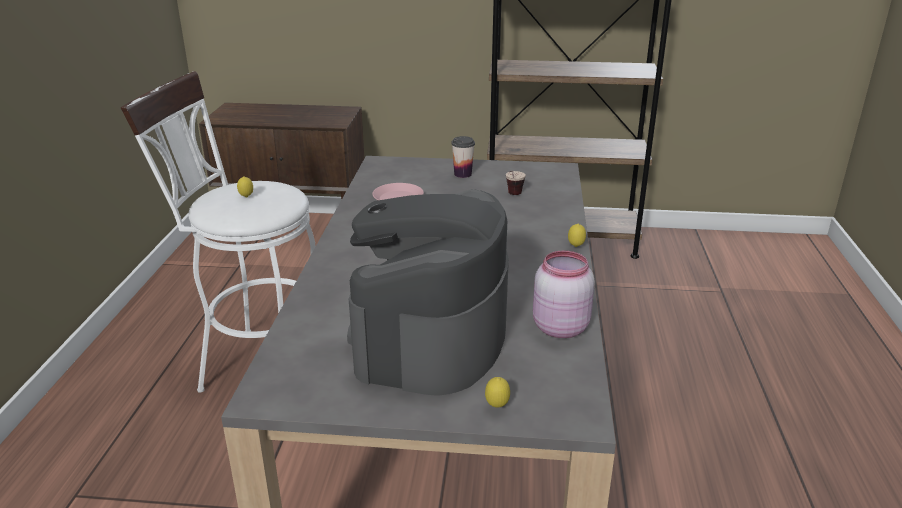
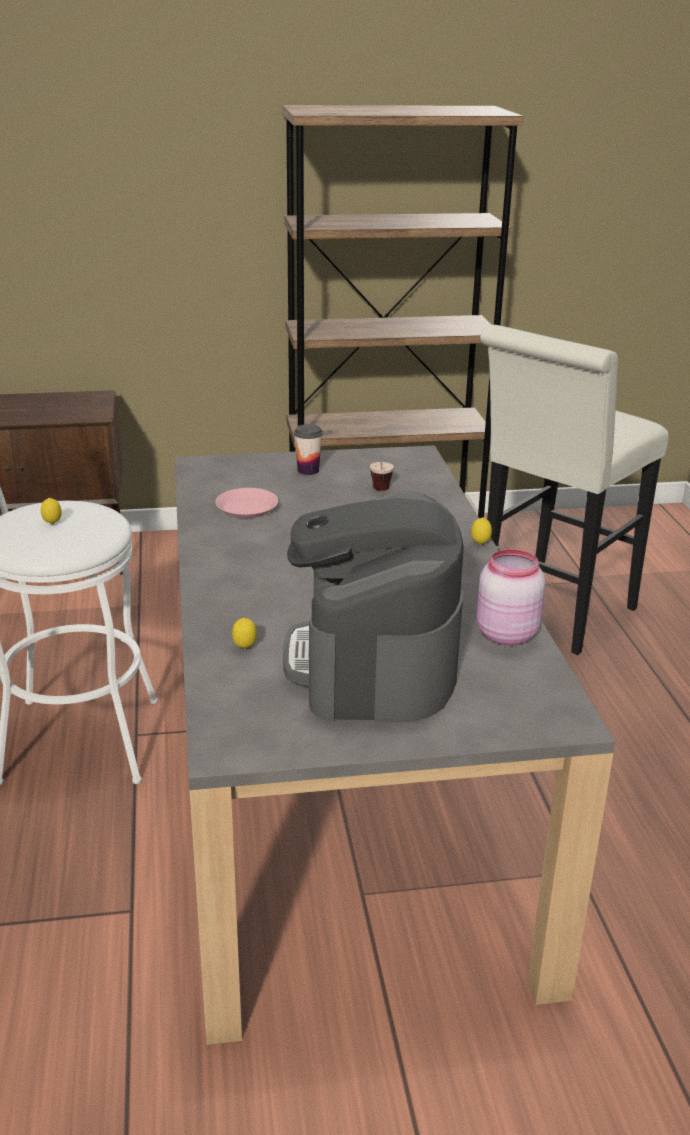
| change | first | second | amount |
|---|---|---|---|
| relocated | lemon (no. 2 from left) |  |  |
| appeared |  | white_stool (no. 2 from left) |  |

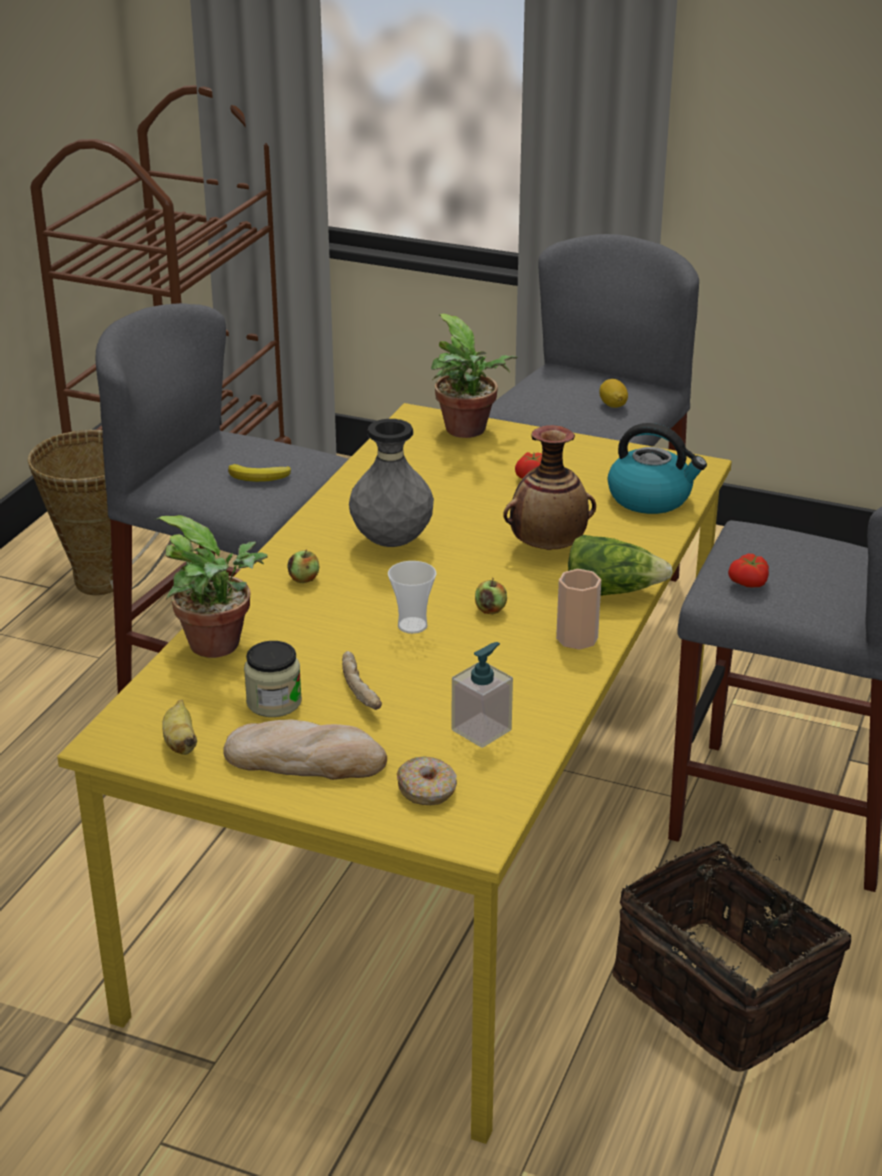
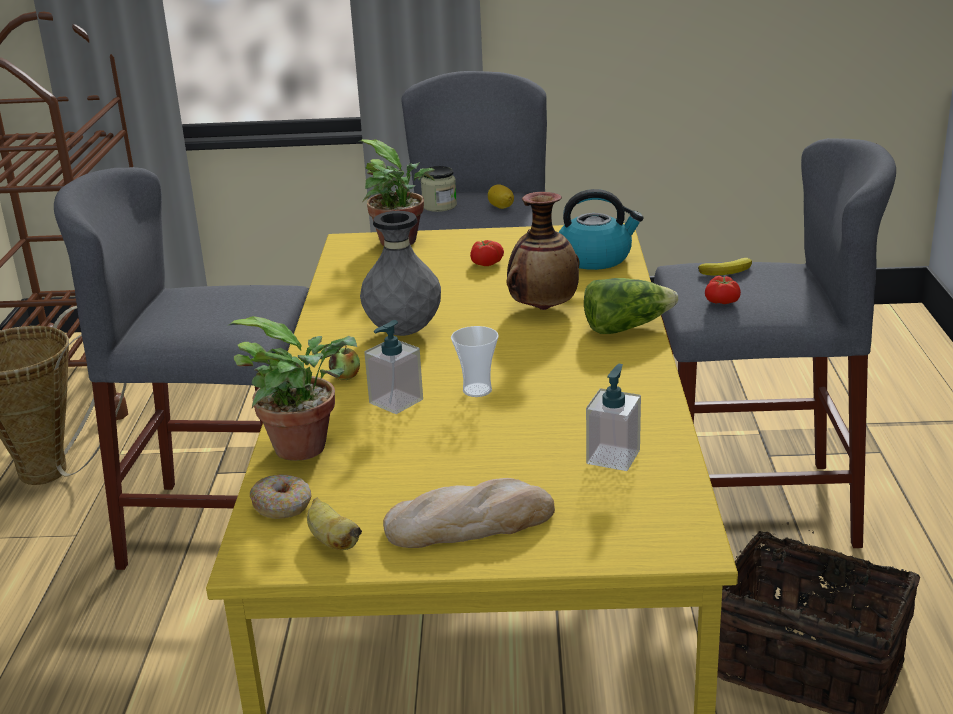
| change | first | second | amount |
|---|---|---|---|
| relocated | banana (no. 2 from left) |  |  |
| relocated | jar |  |  |
| missing | bread (no. 2 from left) |  |  |
| relocated | donut |  |  |
| missing | apple (no. 2 from left) |  |  |
| missing | cup (no. 2 from left) |  |  |
| appeared |  | soap_dispenser (no. 1 from left) |  |

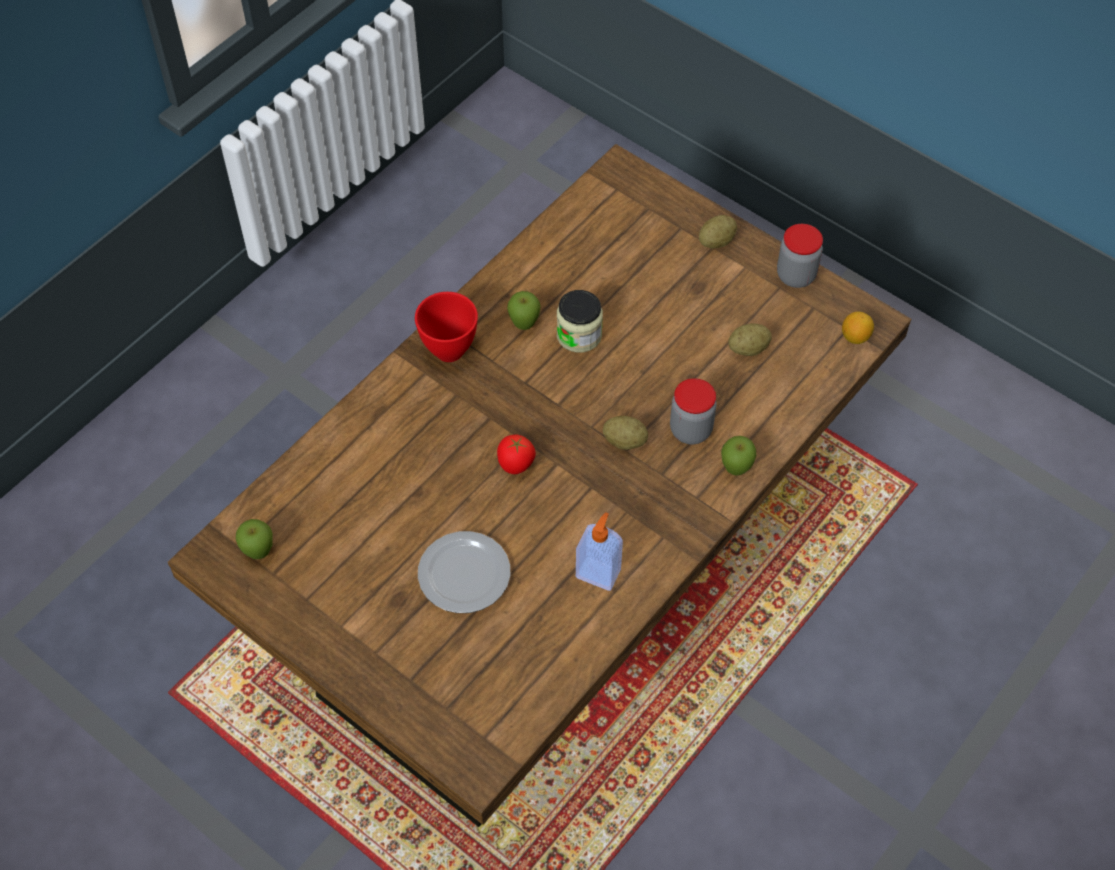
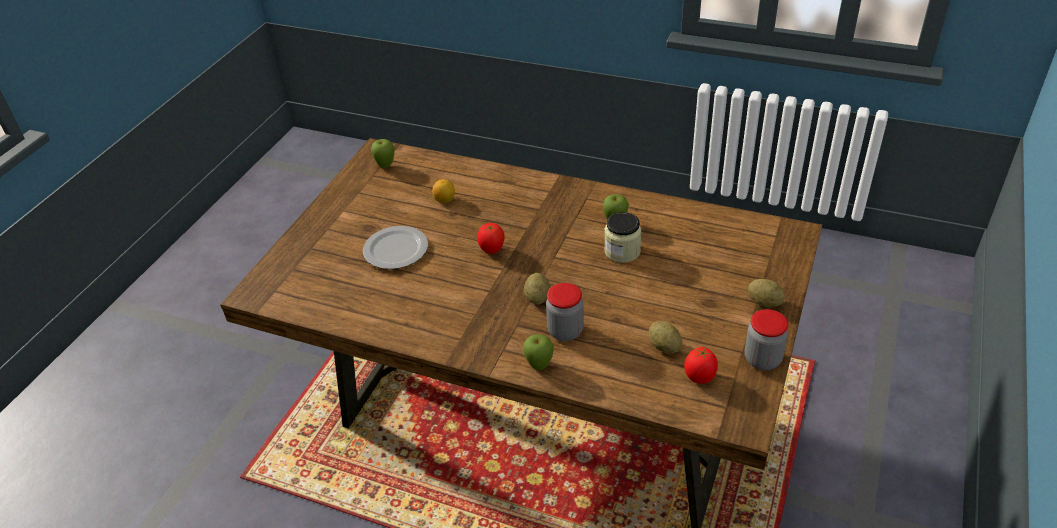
| change | first | second | amount |
|---|---|---|---|
| missing | red_bowl |  |  |
| missing | soap_dispenser |  |  |
| relocated | lemon |  |  |
| appeared |  | tomato (no. 2 from left) |  |

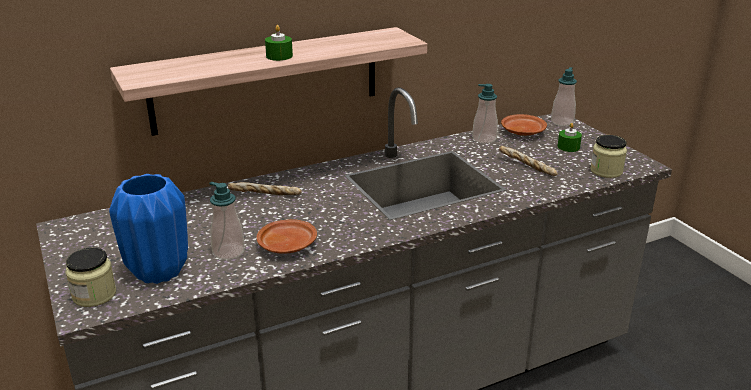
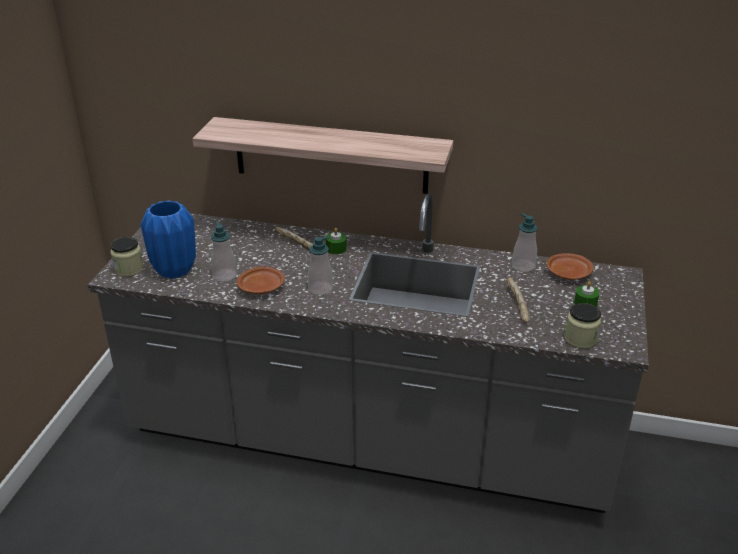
| change | first | second | amount |
|---|---|---|---|
| relocated | green_candle (no. 1 from left) |  |  |
| relocated | soap_dispenser (no. 3 from left in the first image) | soap_dispenser (no. 2 from left) |  |

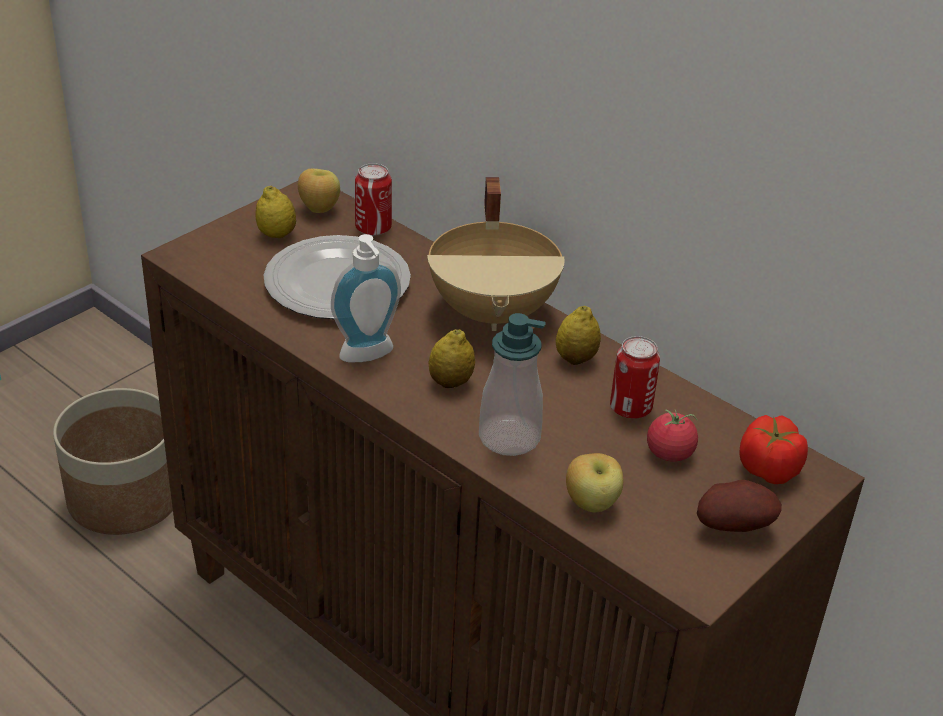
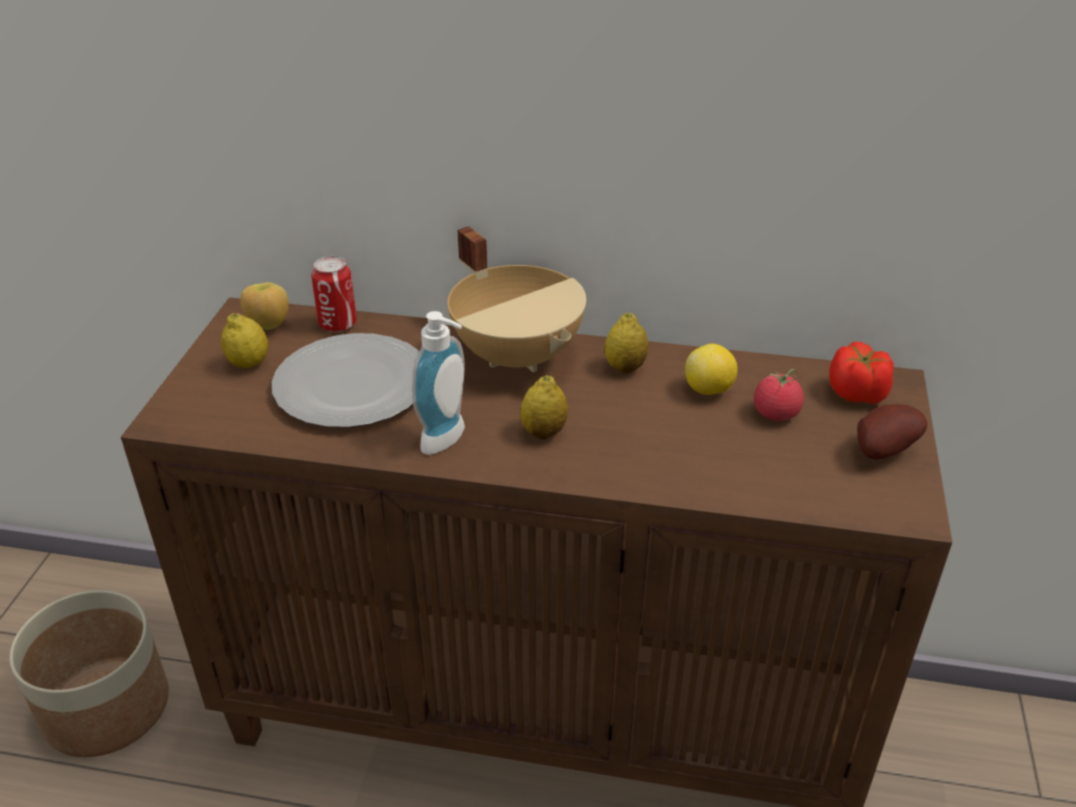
| change | first | second | amount |
|---|---|---|---|
| missing | soap_dispenser (no. 2 from left) |  |  |
| missing | apple (no. 2 from left) |  |  |
| exchanged | can (no. 2 from left) | lemon (no. 4 from left) |  |

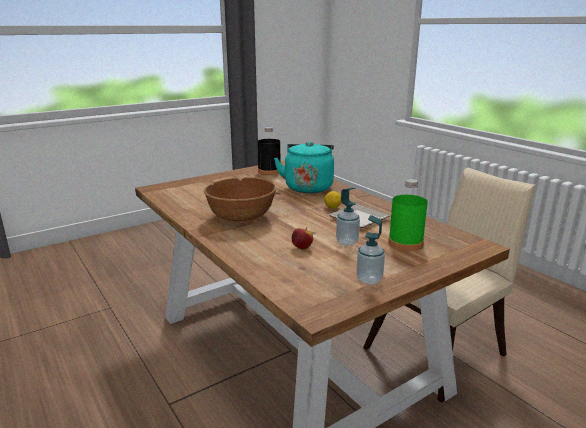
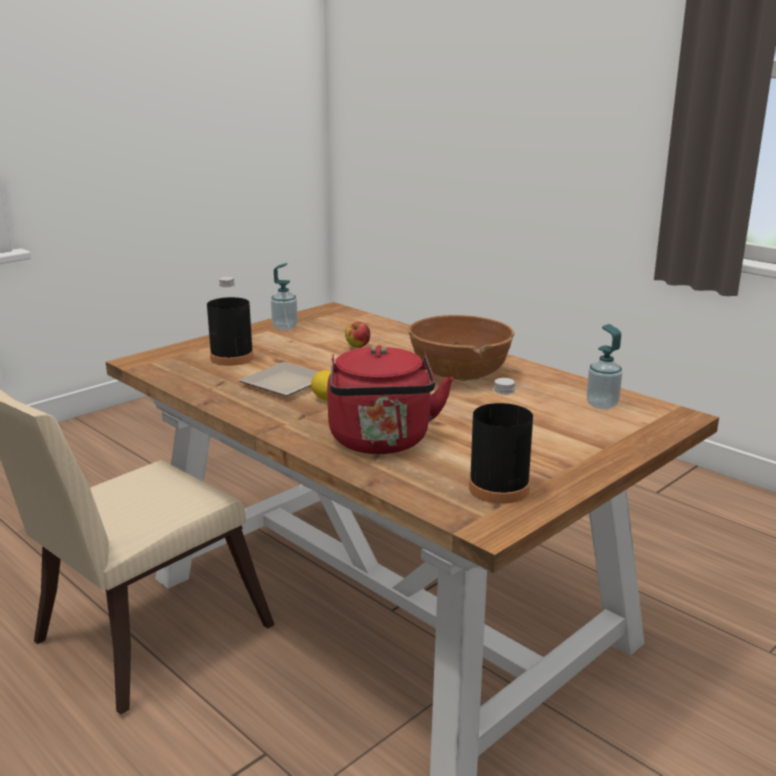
| change | first | second | amount |
|---|---|---|---|
| colour | turquoise_kettle | red_kettle |  |
| relocated | soap_dispenser (no. 1 from left in the first image) | soap_dispenser (no. 2 from left) |  |
| colour | green_bottle | black_bottle (no. 1 from left) |  |

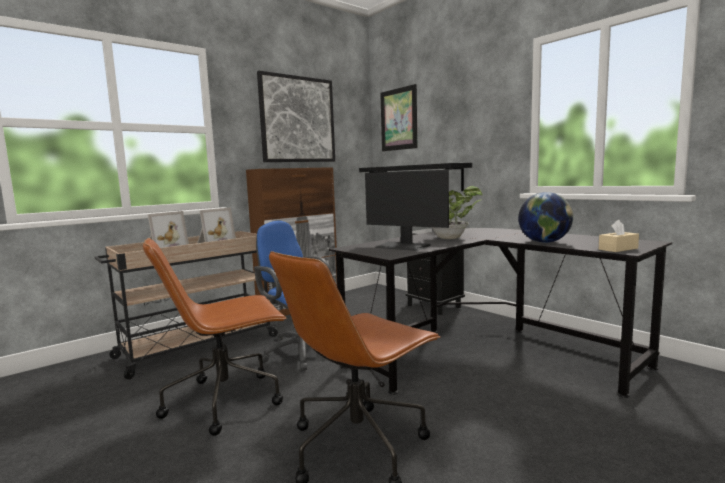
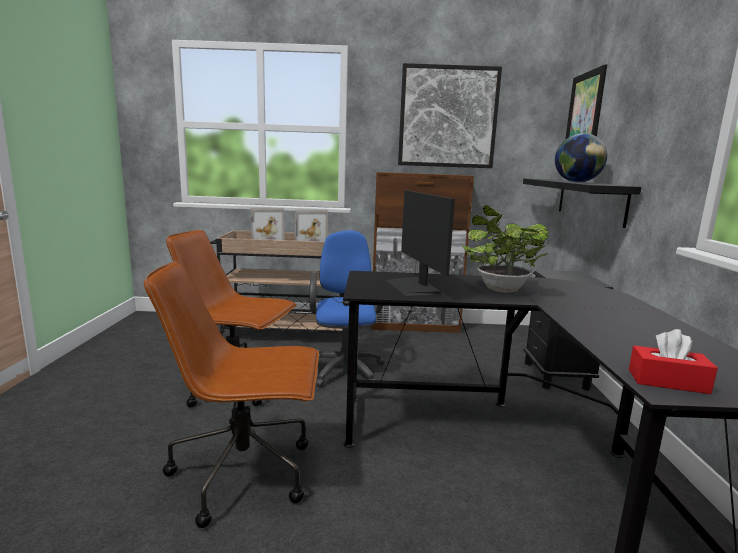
| change | first | second | amount |
|---|---|---|---|
| relocated | globe |  |  |
| colour | beige_tissue_box | red_tissue_box |  |

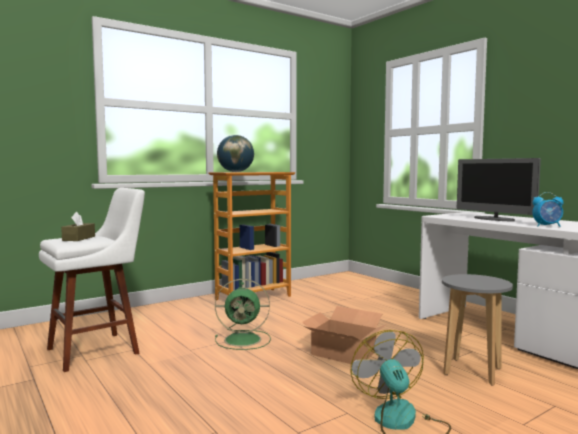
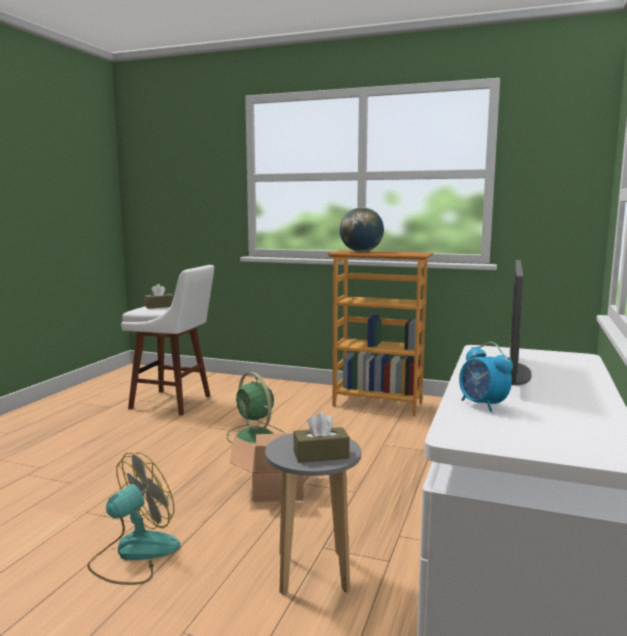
| change | first | second | amount |
|---|---|---|---|
| appeared |  | brown_tissue_box (no. 2 from left) |  |

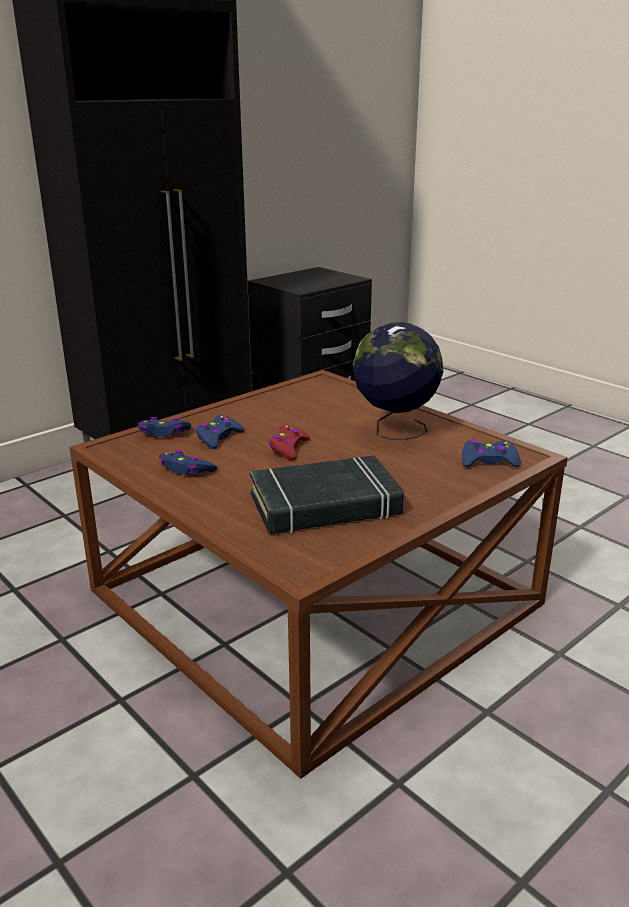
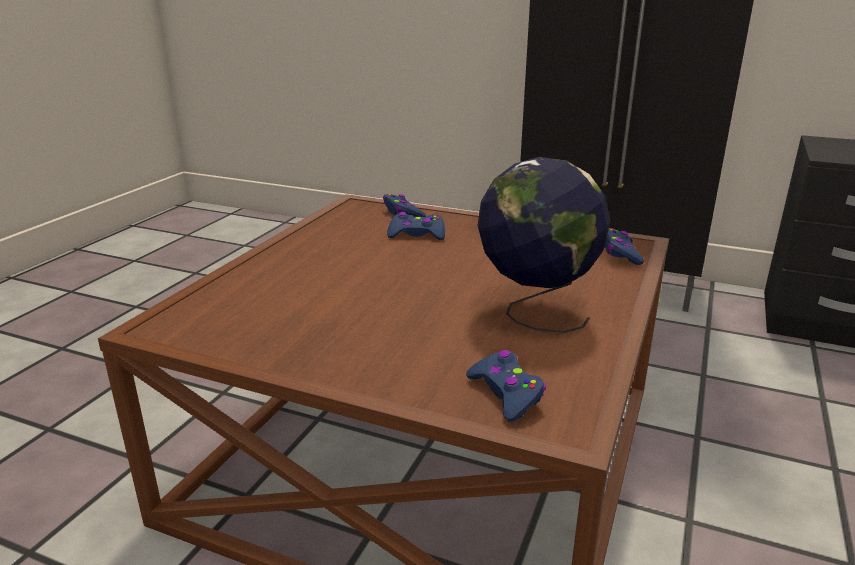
| change | first | second | amount |
|---|---|---|---|
| relocated | blue_game_controller (no. 2 from left in the first image) | blue_game_controller (no. 4 from left) |  |
| missing | black_book |  |  |
| missing | red_game_controller |  |  |

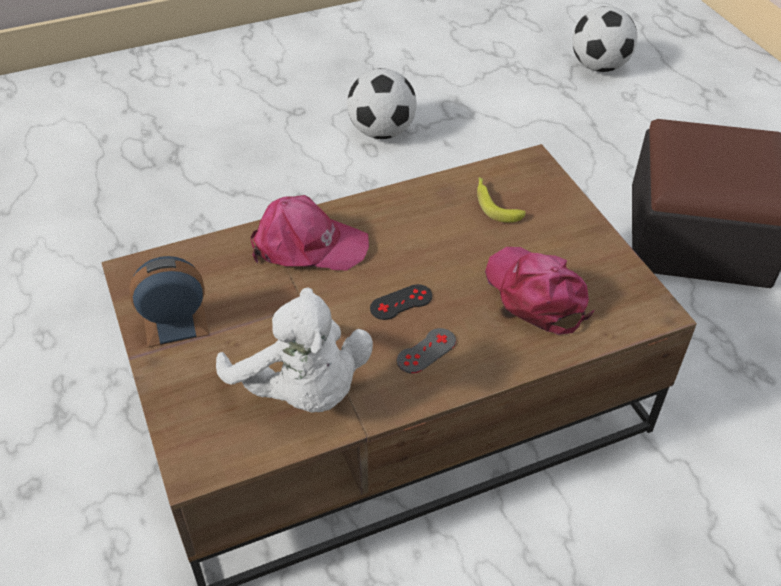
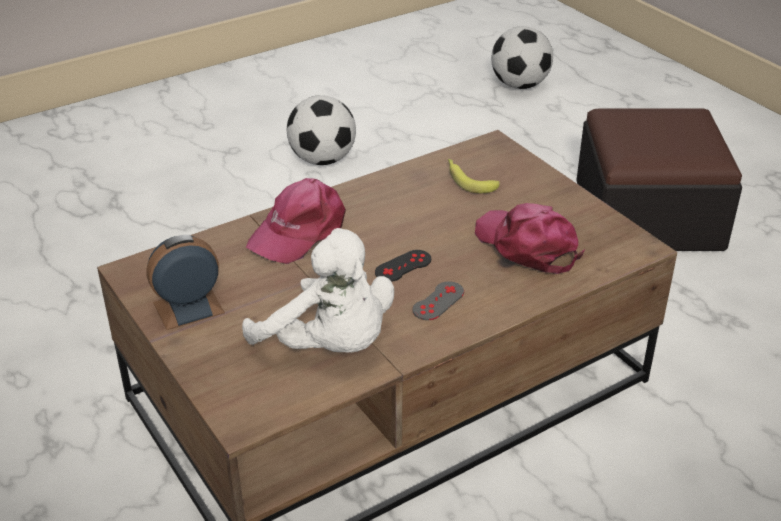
| change | first | second | amount |
|---|---|---|---|
| spun | pink_cap (no. 1 from left) |  | 135 degrees clockwise |

